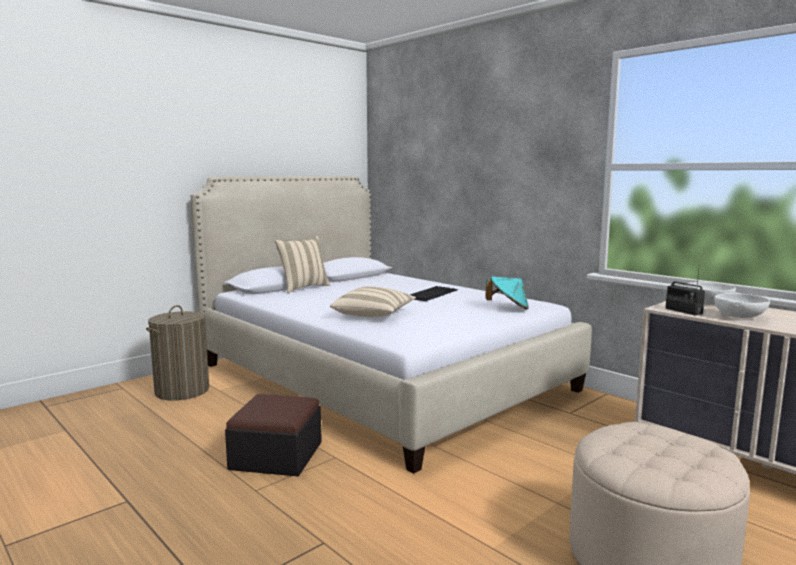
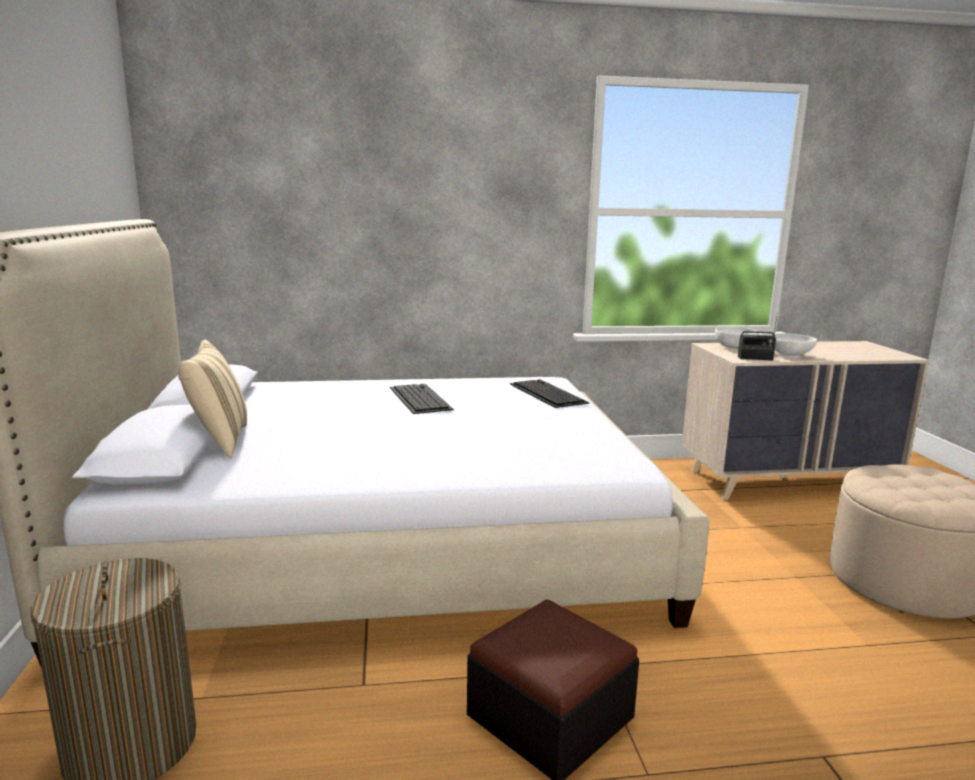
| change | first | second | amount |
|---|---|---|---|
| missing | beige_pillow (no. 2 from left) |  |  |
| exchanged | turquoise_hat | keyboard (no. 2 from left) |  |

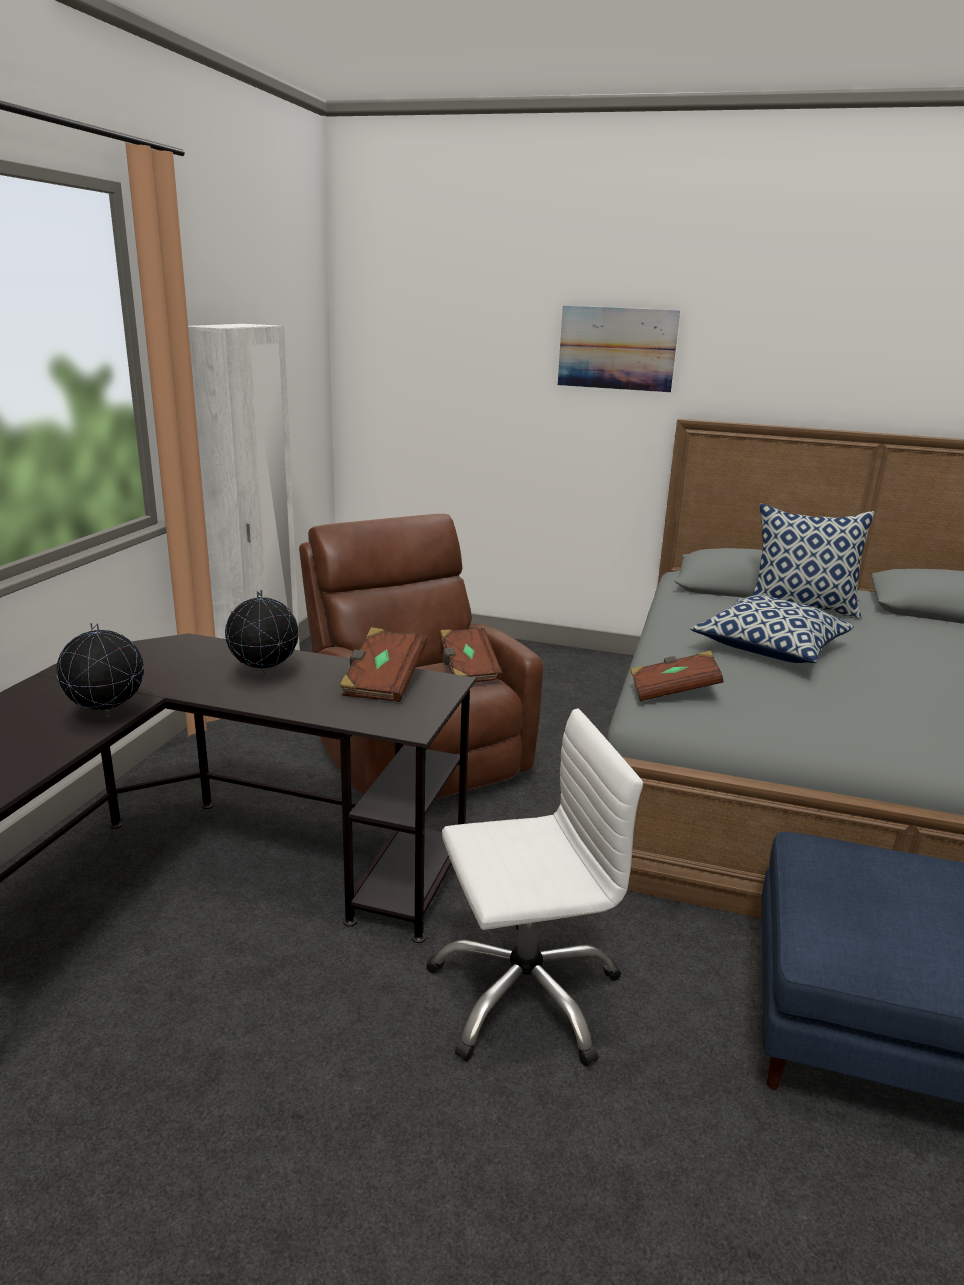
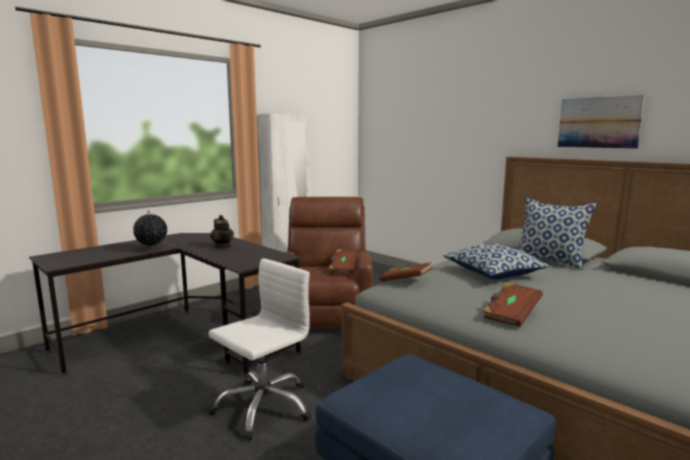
| change | first | second | amount |
|---|---|---|---|
| exchanged | globe (no. 2 from left) | teapot |  |
| relocated | brown_book (no. 1 from left in the first image) | brown_book (no. 3 from left) |  |
| spun | white_office_chair |  | 60 degrees counterclockwise |
| relocated | picture |  |  |

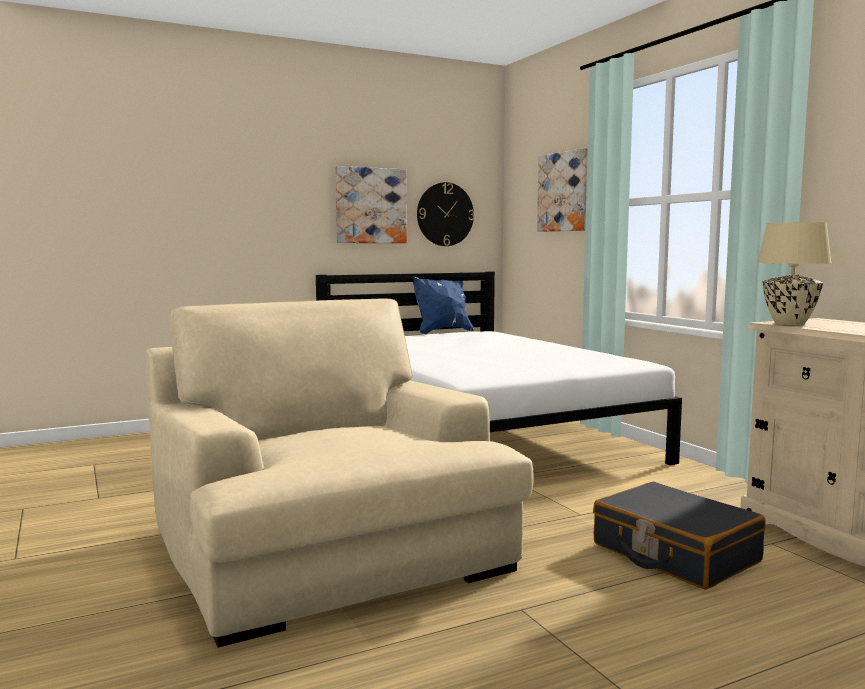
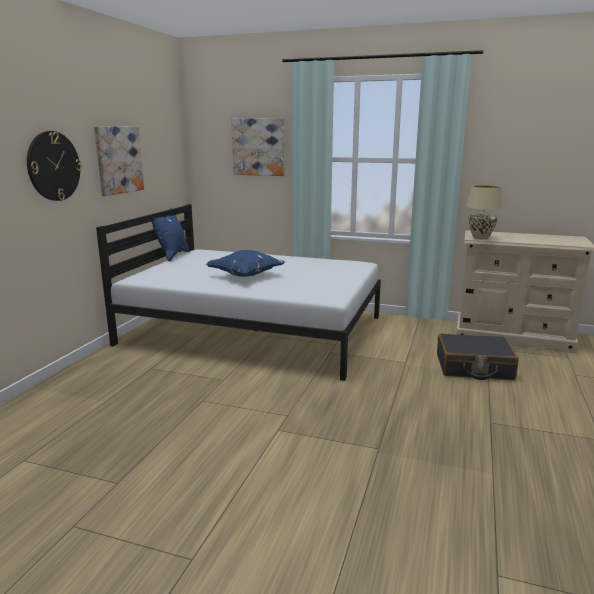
| change | first | second | amount |
|---|---|---|---|
| missing | beige_armchair |  |  |
| relocated | wall_clock |  |  |
| appeared |  | blue_pillow (no. 2 from left) |  |

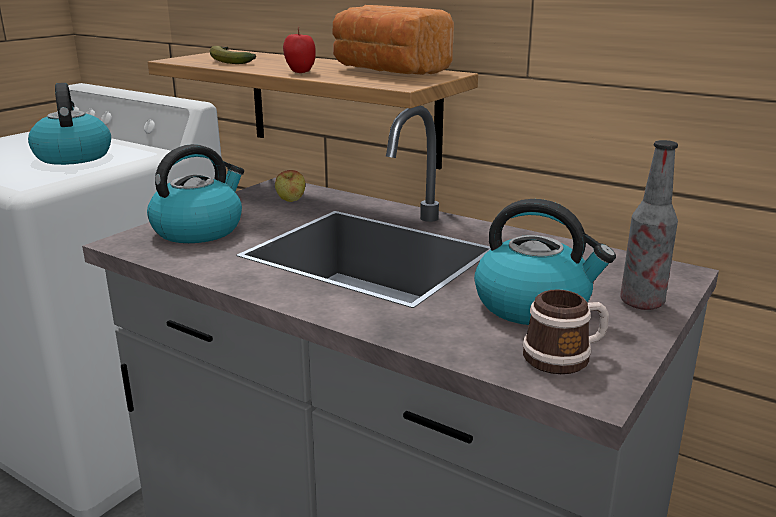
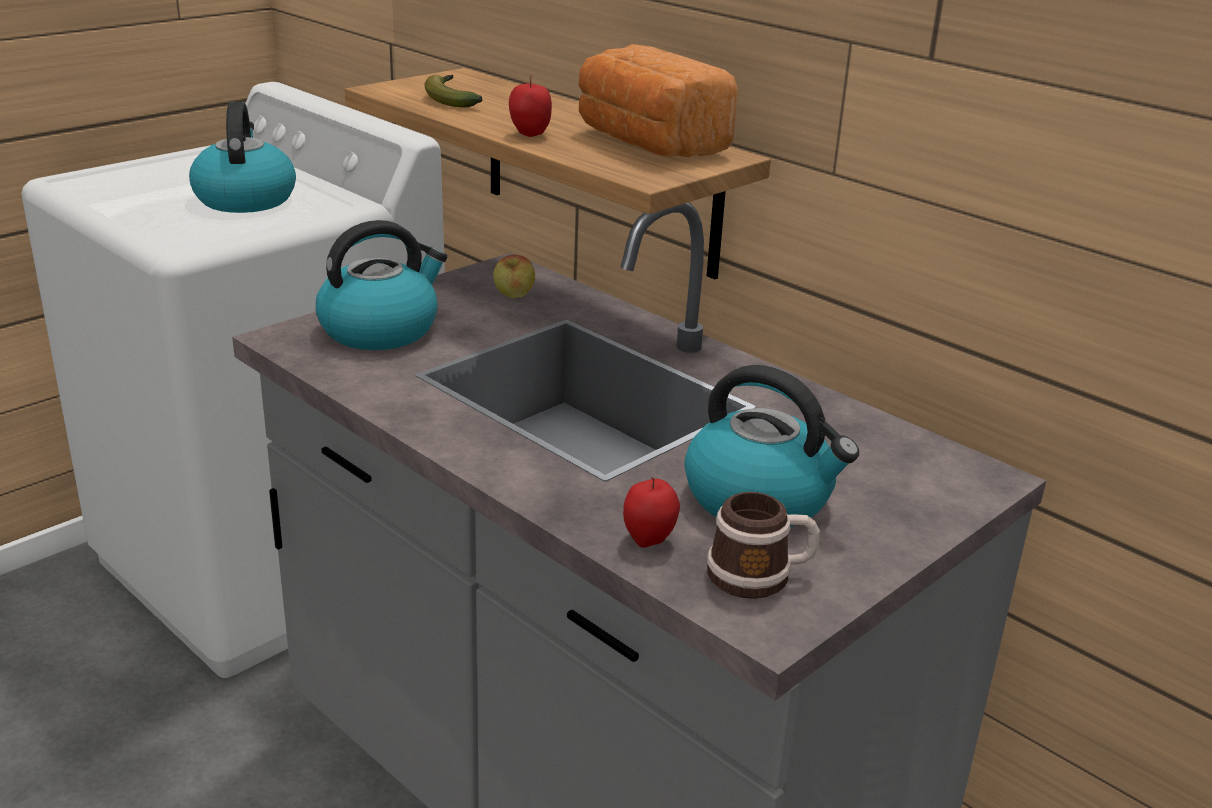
| change | first | second | amount |
|---|---|---|---|
| missing | bottle |  |  |
| appeared |  | apple (no. 3 from left) |  |

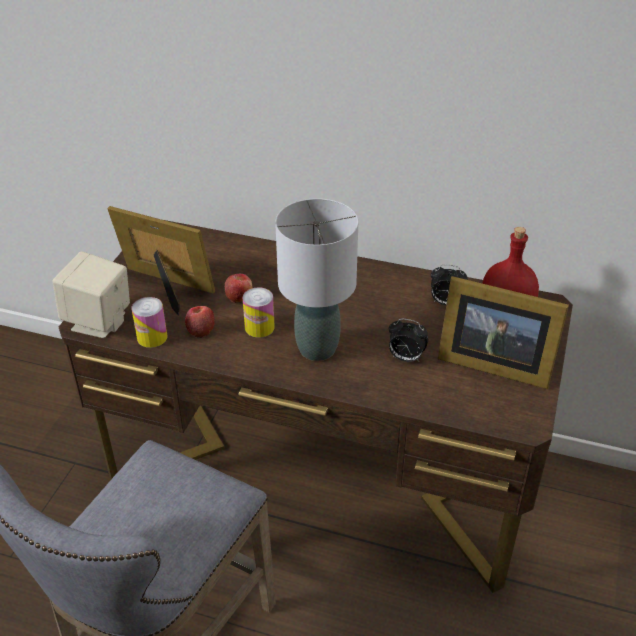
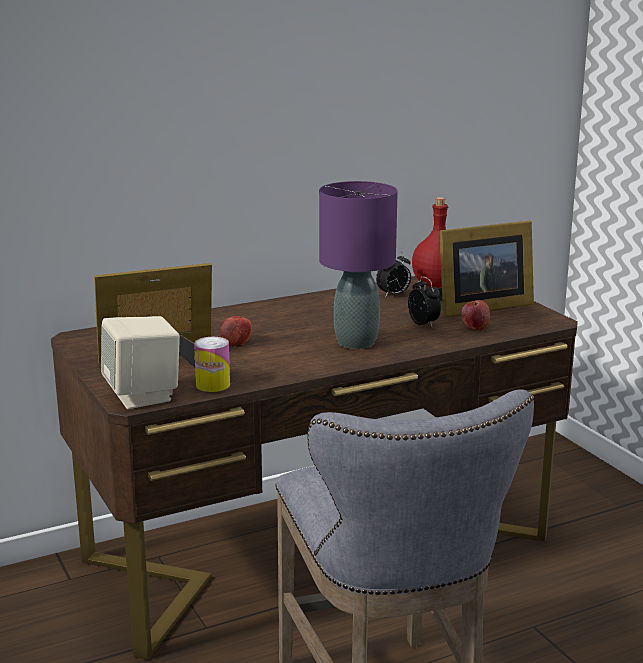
| change | first | second | amount |
|---|---|---|---|
| relocated | apple (no. 1 from left in the first image) | apple (no. 2 from left) |  |
| missing | can (no. 2 from left) |  |  |
| colour | grey_table_lamp | purple_table_lamp |  |
| spun | alarm_clock (no. 1 from left in the first image) | alarm_clock (no. 2 from left) | 90 degrees counterclockwise |

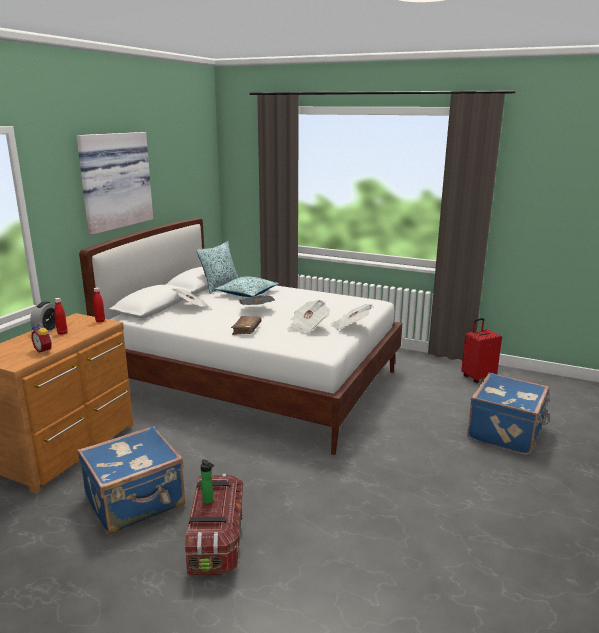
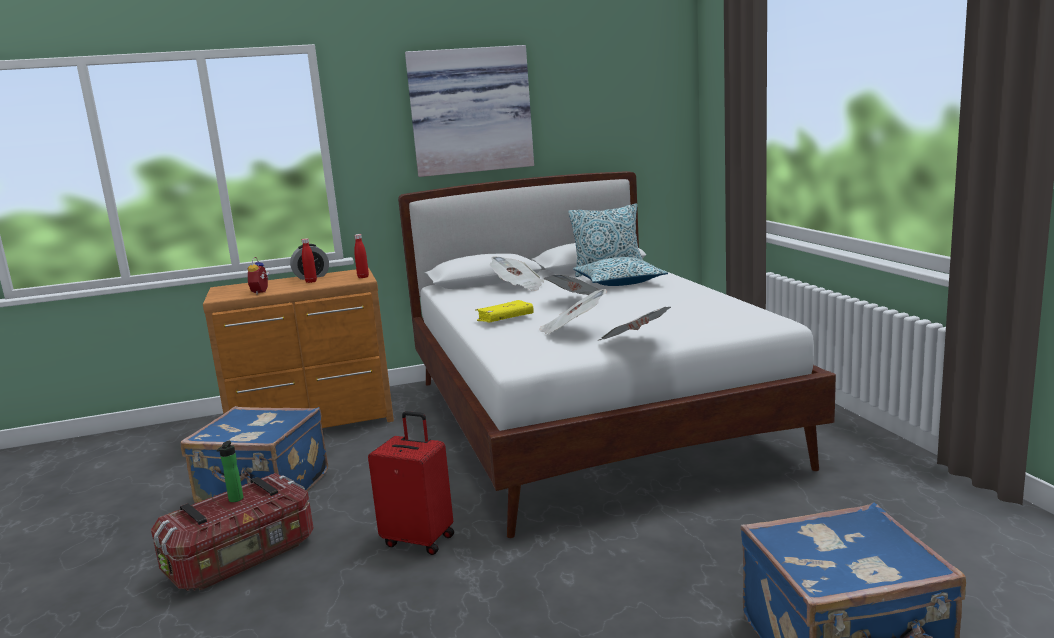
| change | first | second | amount |
|---|---|---|---|
| colour | brown_book | yellow_book |  |
| relocated | red_suitcase |  |  |

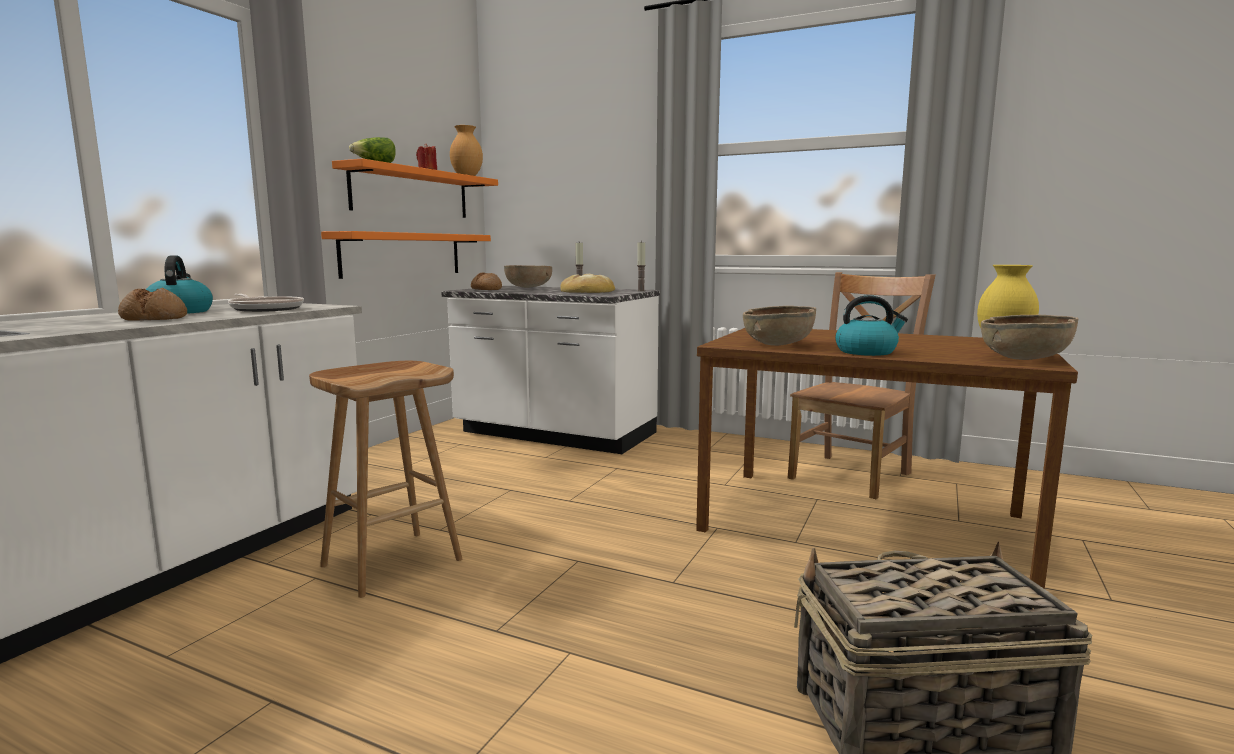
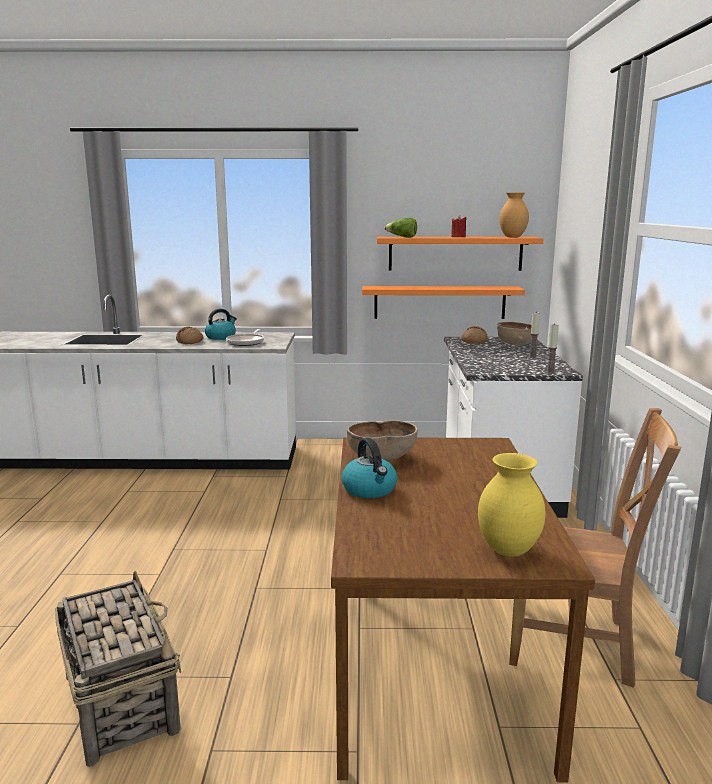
| change | first | second | amount |
|---|---|---|---|
| missing | brown_stool |  |  |
| missing | bread (no. 3 from left) |  |  |
| missing | brown_bowl (no. 3 from left) |  |  |

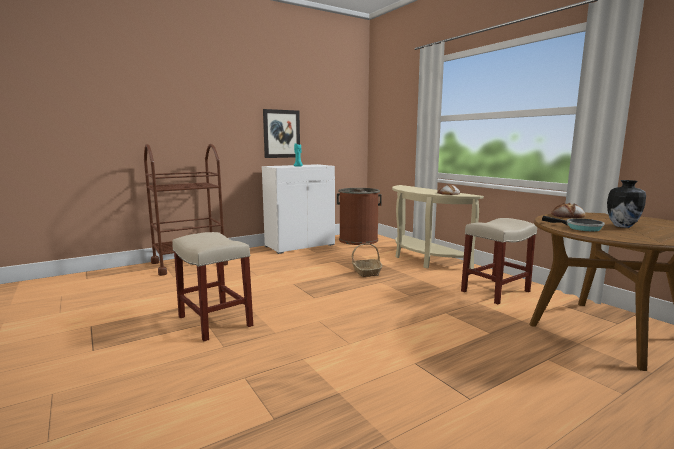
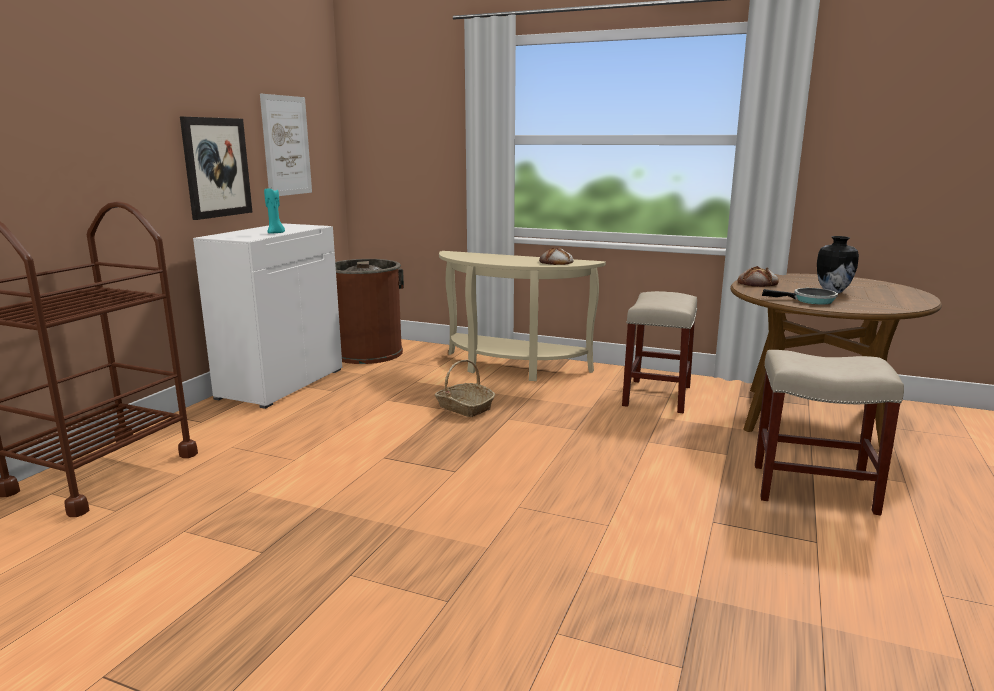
| change | first | second | amount |
|---|---|---|---|
| relocated | beige_stool (no. 1 from left in the first image) | beige_stool (no. 2 from left) |  |
| appeared |  | picture (no. 2 from left) |  |

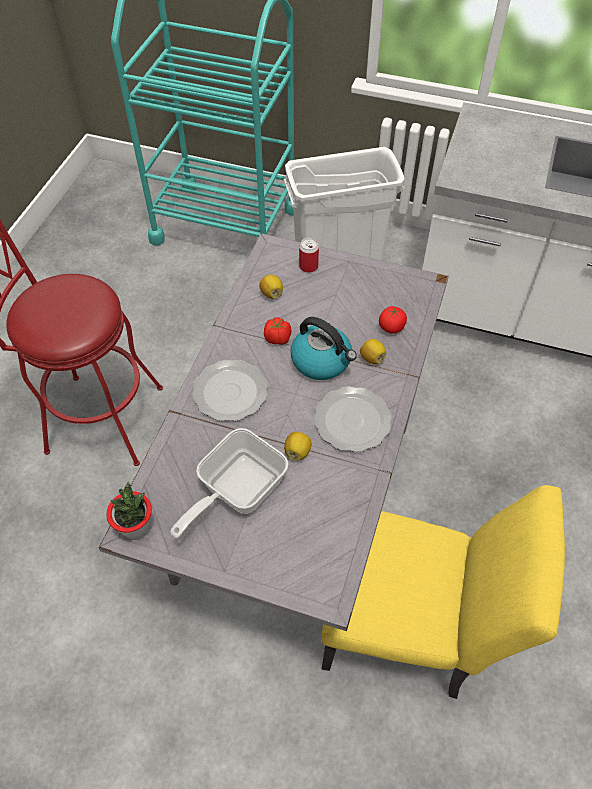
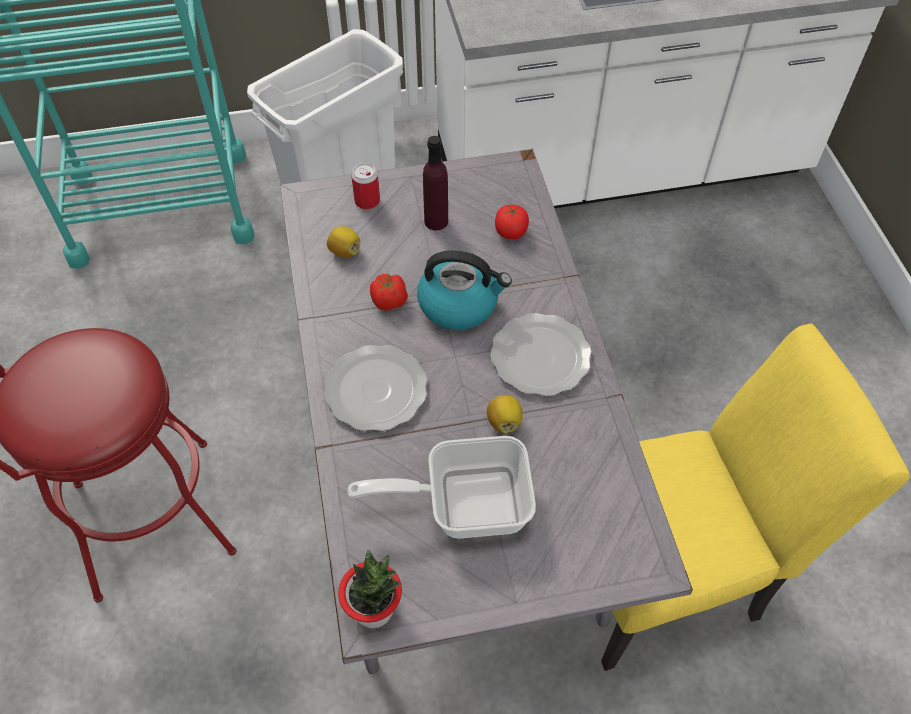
| change | first | second | amount |
|---|---|---|---|
| spun | frying_pan |  | 75 degrees clockwise |
| missing | lemon (no. 3 from left) |  |  |
| appeared |  | purple_bottle |  |

